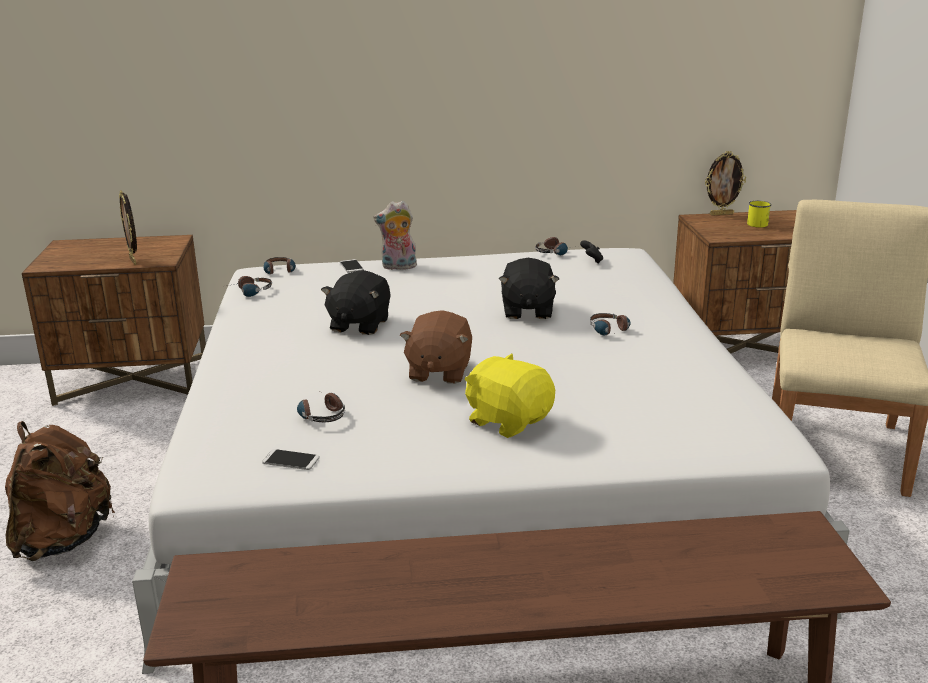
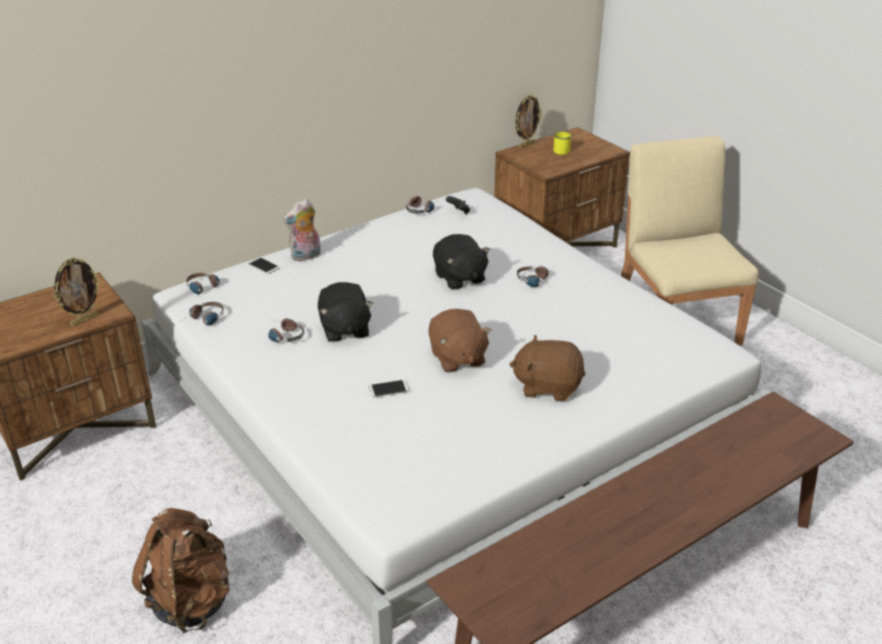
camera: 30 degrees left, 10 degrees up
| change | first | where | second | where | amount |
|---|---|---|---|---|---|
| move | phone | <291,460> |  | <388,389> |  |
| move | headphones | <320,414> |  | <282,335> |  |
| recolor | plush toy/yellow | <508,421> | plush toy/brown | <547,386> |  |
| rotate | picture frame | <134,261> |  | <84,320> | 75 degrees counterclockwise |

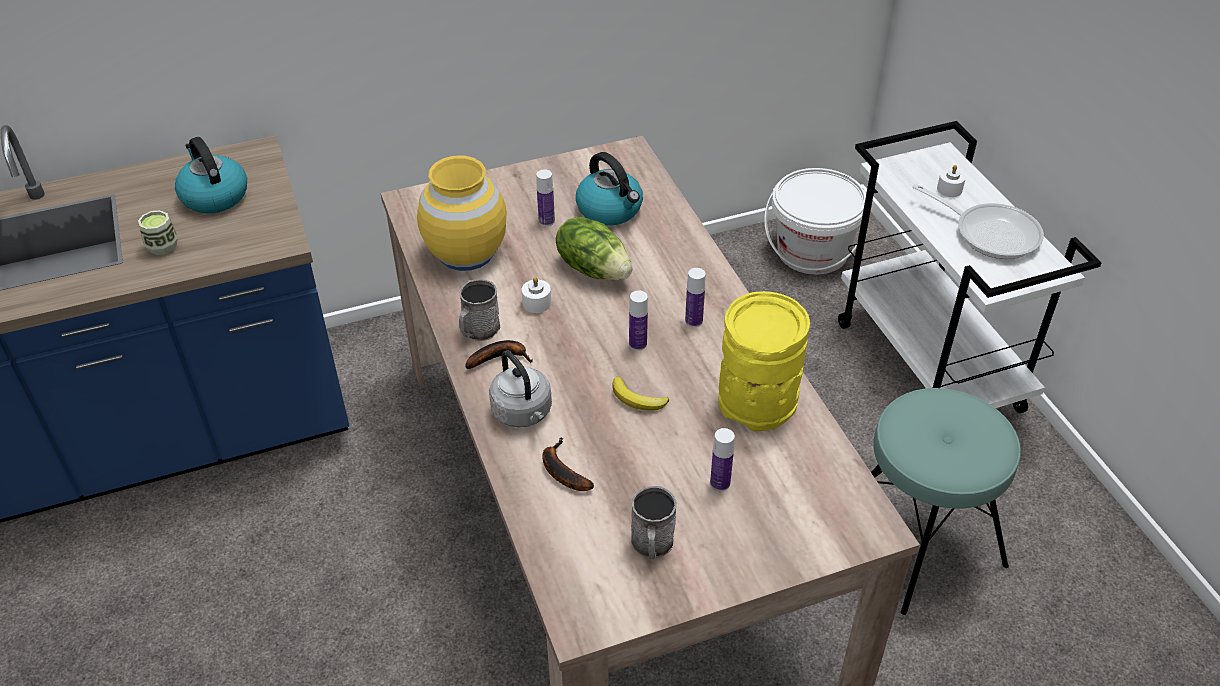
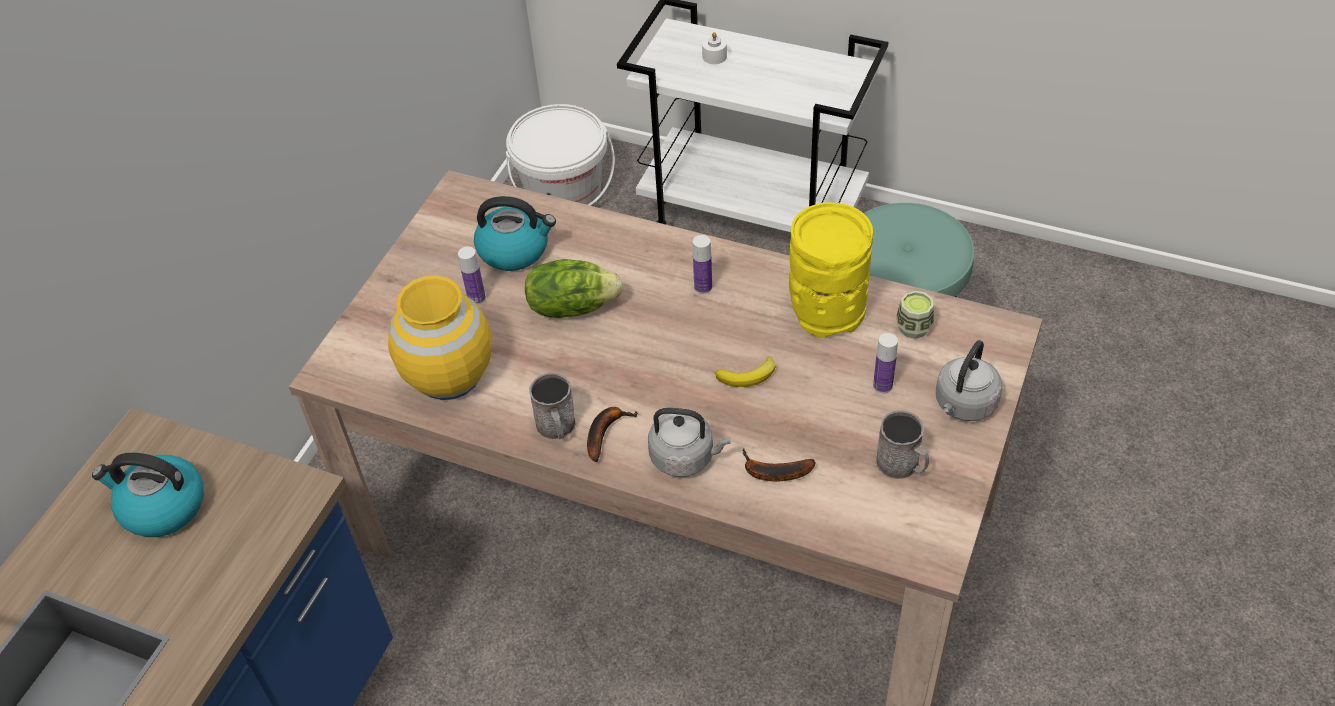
camera: 45 degrees left, 5 degrees up
| change | first | where | second | where | amount |
|---|---|---|---|---|---|
| delete | candle/white | <536,303> |  |  |  |
| delete | bottle | <638,344> |  |  |  |
| delete | frying pan | <990,233> |  |  |  |
| insert |  |  | kettle/grey | <964,405> |  |
| move | cup | <163,246> |  | <913,327> |  |

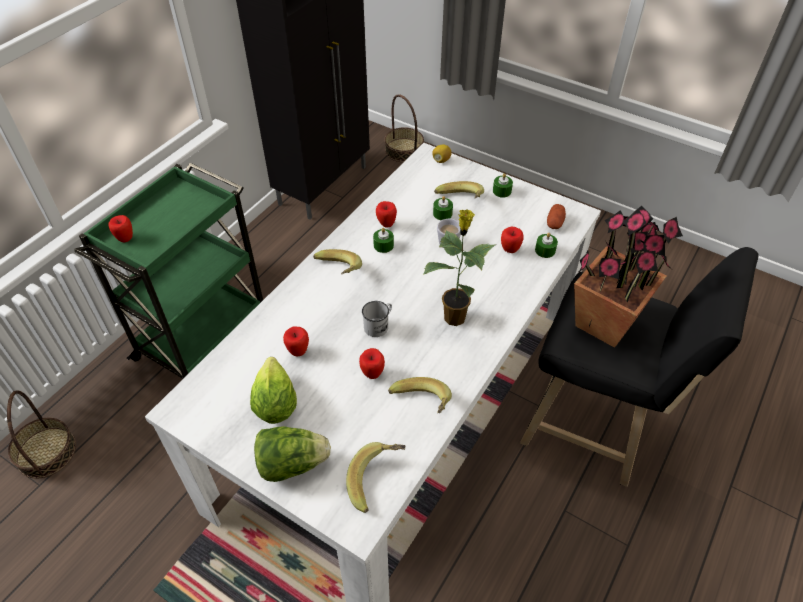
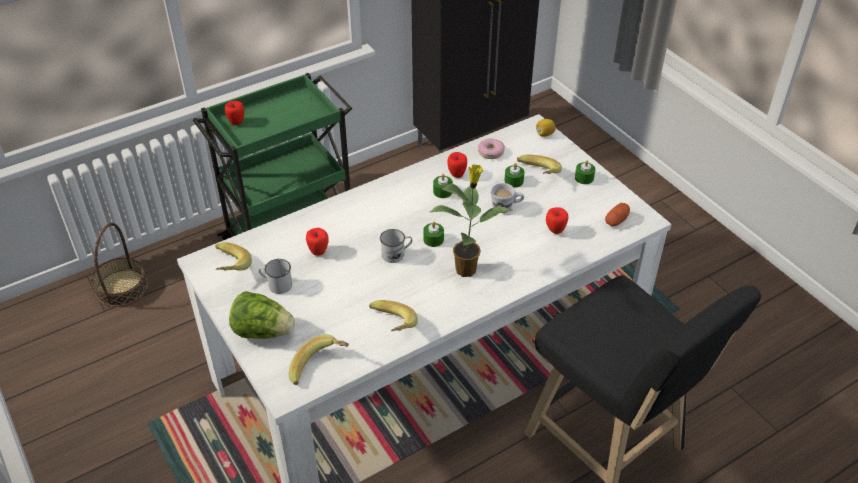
camera: 25 degrees right, 5 degrees down
| change | first | where | second | where | amount |
|---|---|---|---|---|---|
| delete | apple | <372,373> |  |  |  |
| delete | basket | <404,150> |  |  |  |
| delete | potted plant | <605,322> |  |  |  |
| insert |  |  | donut | <491,152> |  |
| move | banana | <337,273> |  | <228,268> |  |
| move | candle/green | <545,250> |  | <433,239> |  |
| replace | lettuce | <275,404> | mug/white | <276,284> |  |

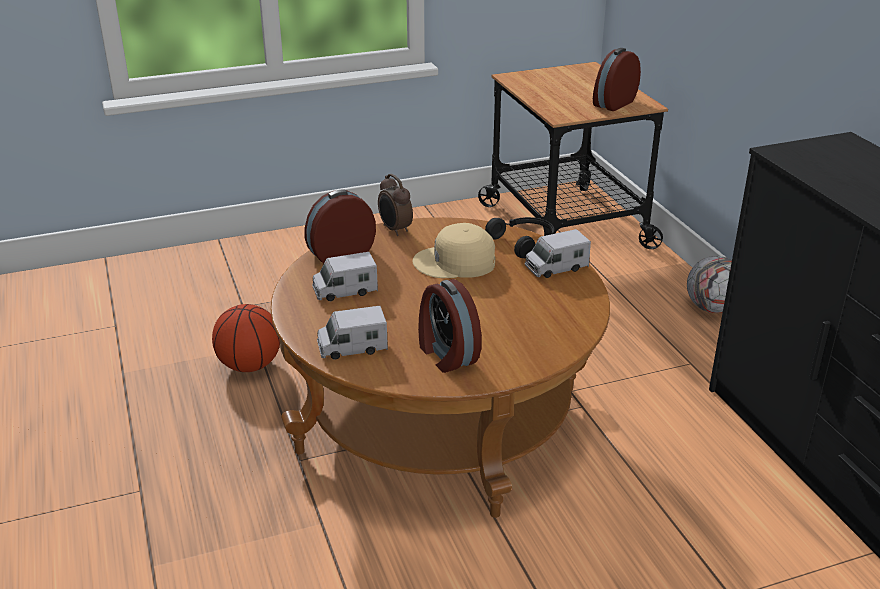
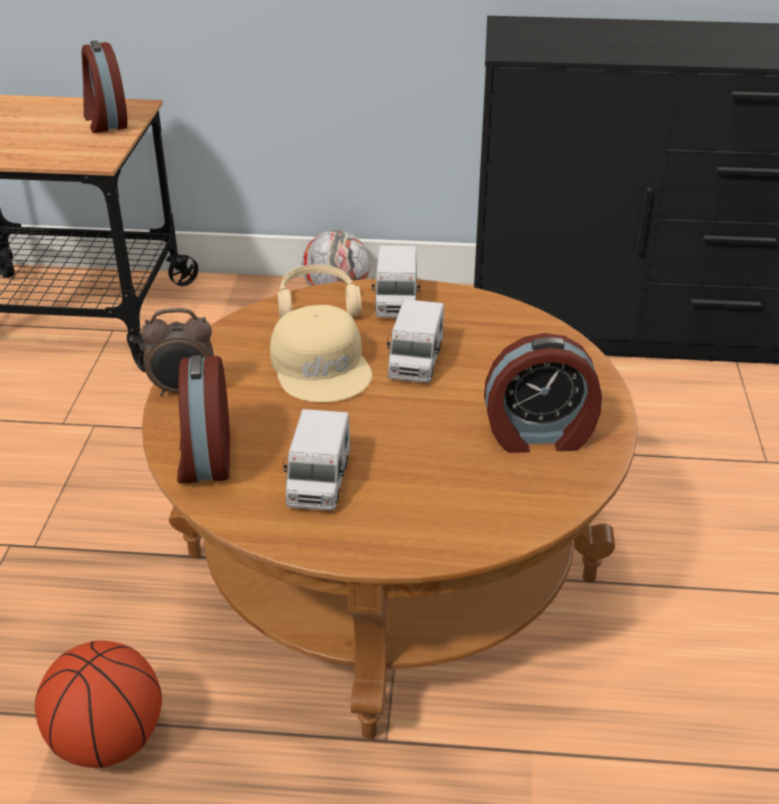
camera: 65 degrees left, 5 degrees up
| change | first | where | second | where | amount |
|---|---|---|---|---|---|
| move | toy truck | <352,347> |  | <415,360> |  |
| recolor | headphones/black | <524,242> | headphones/beige | <317,302> |  |
| rotate | cap/beige | <455,263> |  | <322,366> | 45 degrees counterclockwise |

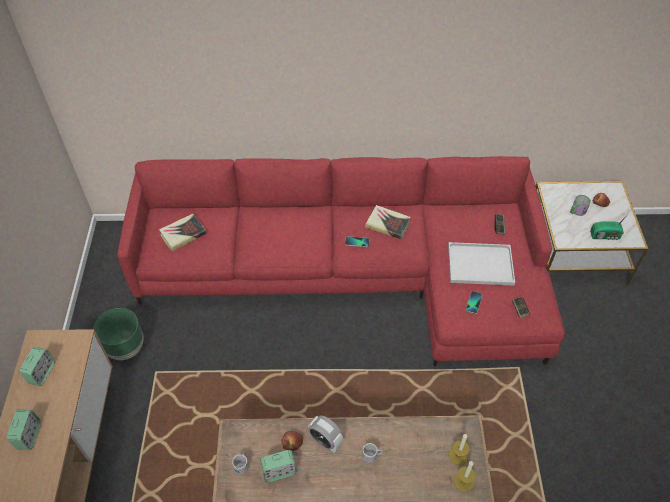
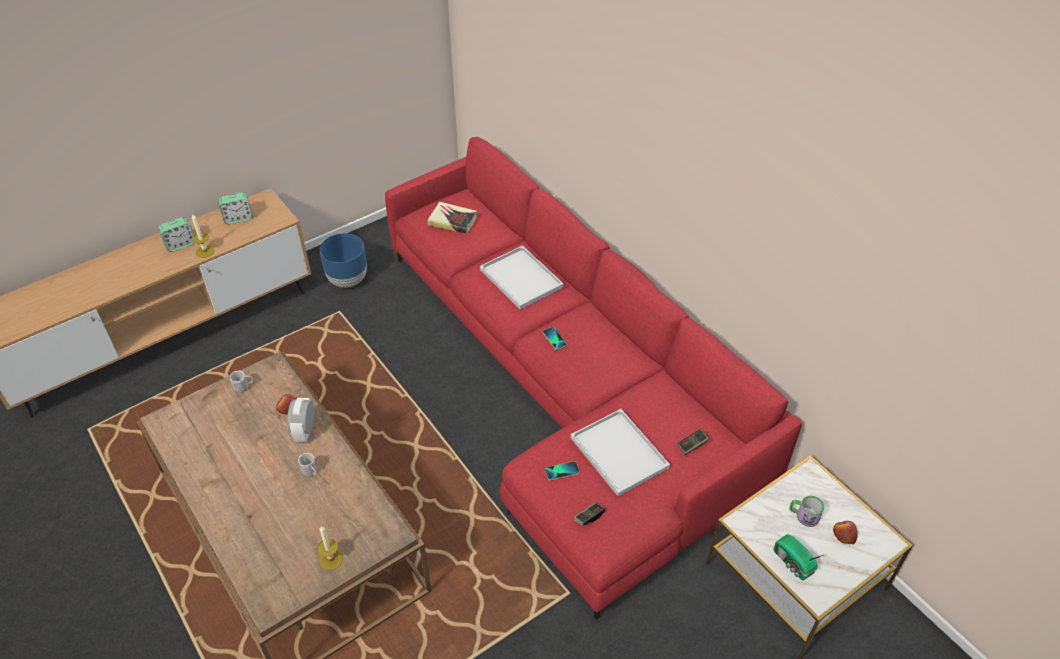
camera: 55 degrees right, 5 degrees down
| change | first | where | second | where | amount |
|---|---|---|---|---|---|
| delete | alarm clock | <279,471> |  |  |  |
| delete | book | <387,224> |  |  |  |
| insert |  |  | tray/white | <519,278> |  |
| move | candle | <458,455> |  | <205,251> |  |
| recolor | planter/green | <126,348> | planter/blue | <348,280> |  |

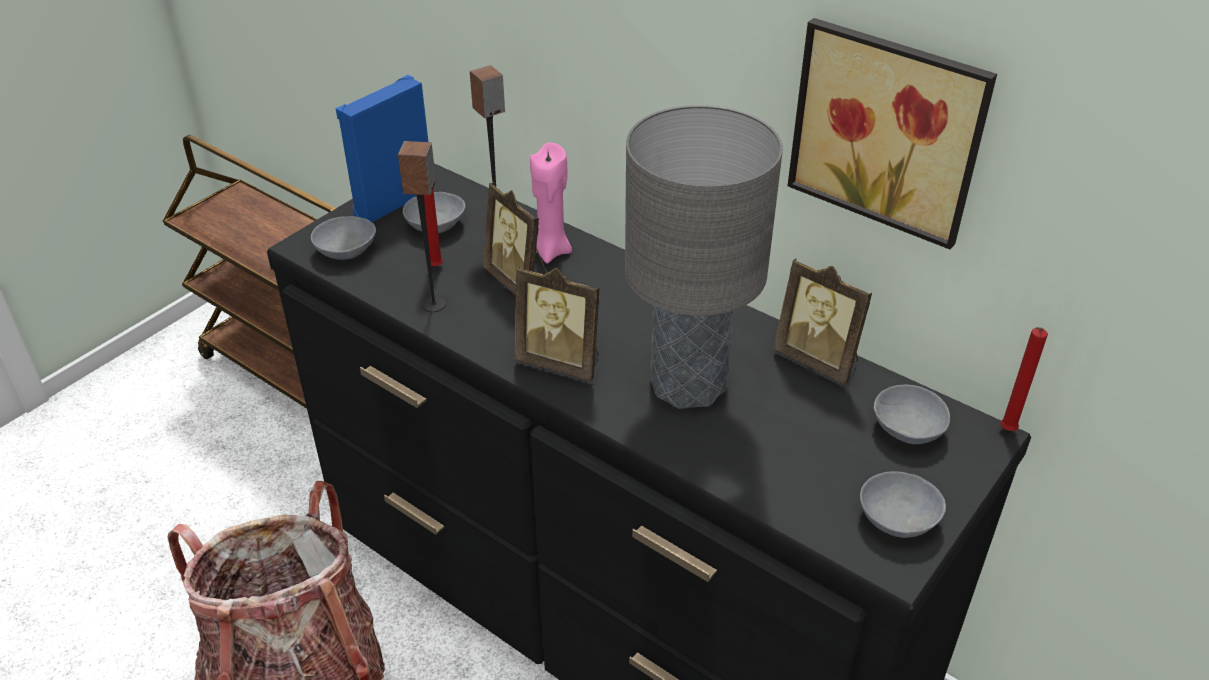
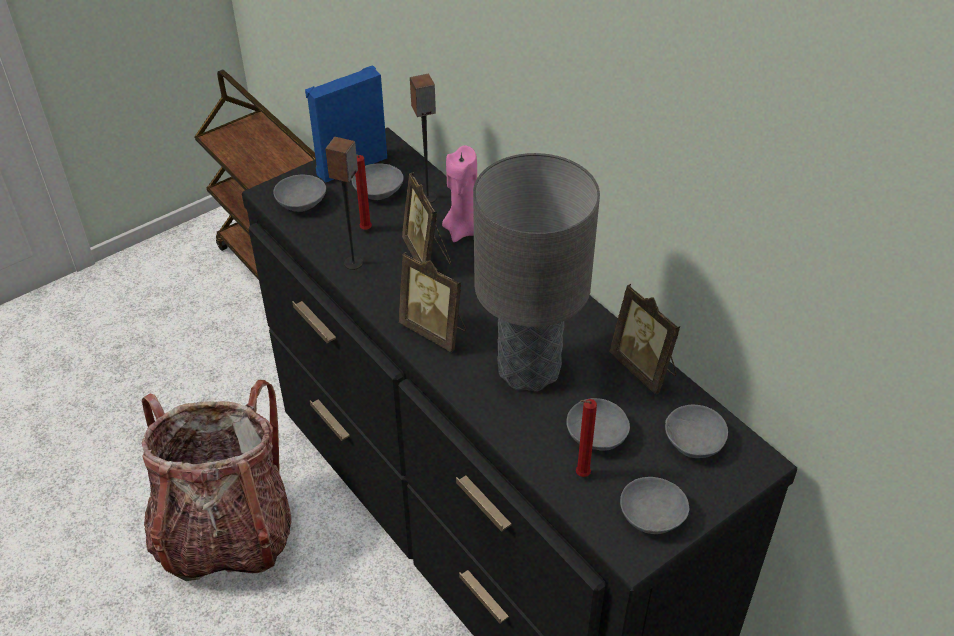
camera: 15 degrees right, 5 degrees up
| change | first | where | second | where | amount |
|---|---|---|---|---|---|
| delete | picture | <889,129> |  |  |  |
| insert |  |  | bowl/grey | <598,435> |  |
| move | candle/red | <1006,431> |  | <580,475> |  |

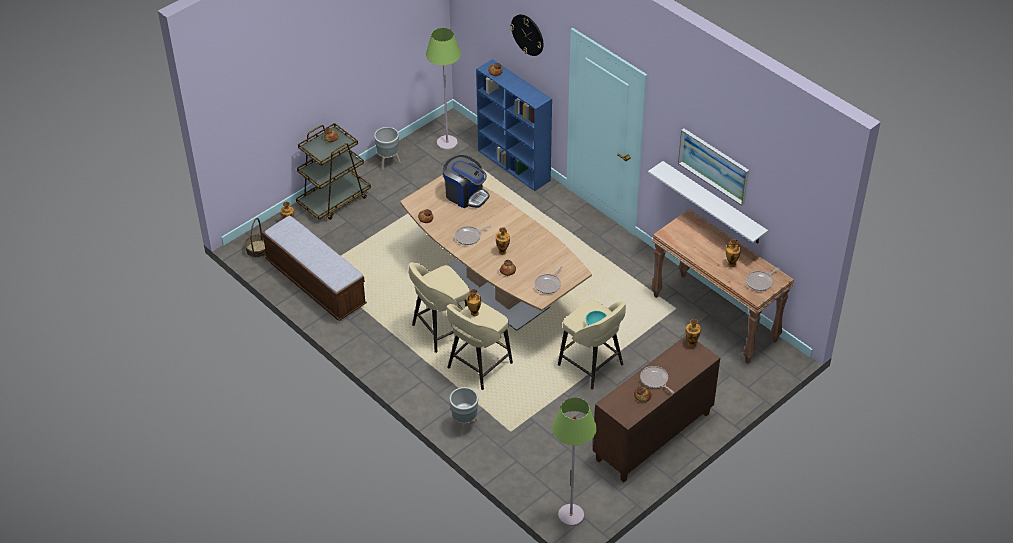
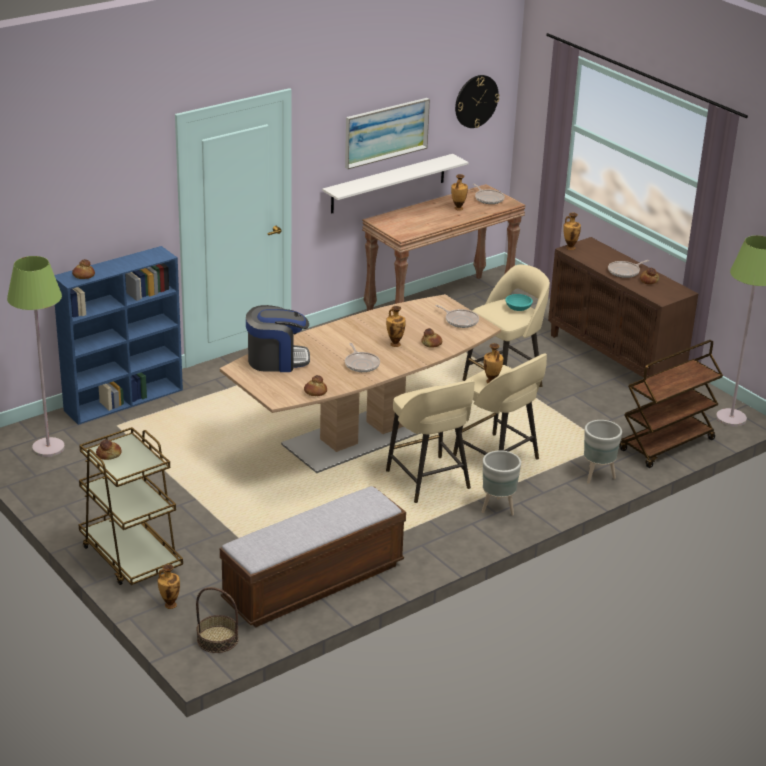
camera: 85 degrees left, 15 degrees down
| change | first | where | second | where | amount |
|---|---|---|---|---|---|
| insert |  |  | cart/brown | <666,445> |  |
| move | planter/grey | <388,162> |  | <498,508> |  |
| move | wall clock | <527,34> |  | <476,101> |  |
| rotate | coffee machine | <465,195> |  | <277,360> | 45 degrees clockwise |

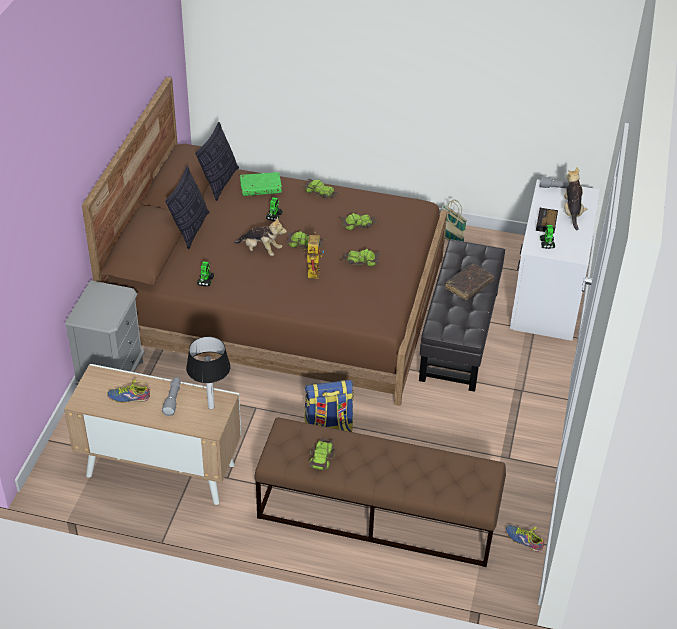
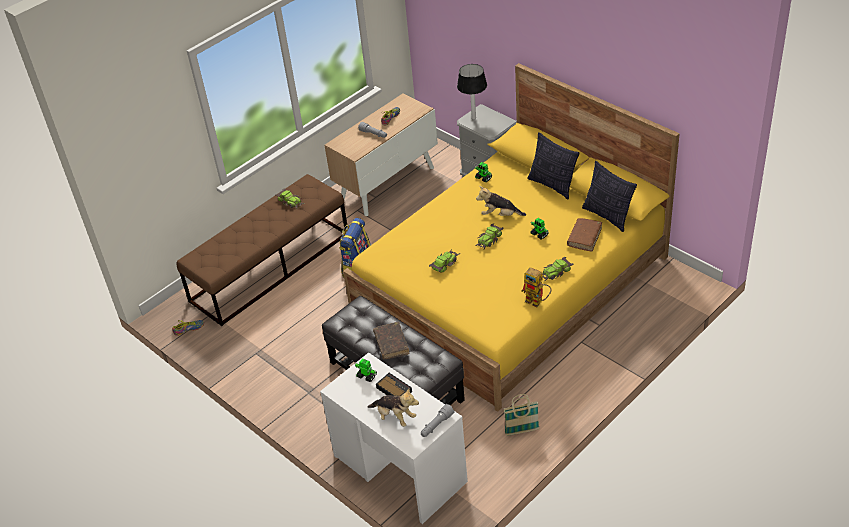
camera: 125 degrees right, 0 degrees up
| change | first | where | second | where | amount |
|---|---|---|---|---|---|
| delete | toy car | <359,224> |  |  |  |
| move | table lamp | <210,407> |  | <474,118> |  |
| move | toy robot | <312,270> |  | <537,302> |  |
| recolor | bed/brown | <279,301> | bed/yellow | <512,285> |  |
| recolor | book/green | <260,188> | book/brown | <584,238> |  |
| rotate | plush toy | <261,250> |  | <500,215> | 45 degrees clockwise |

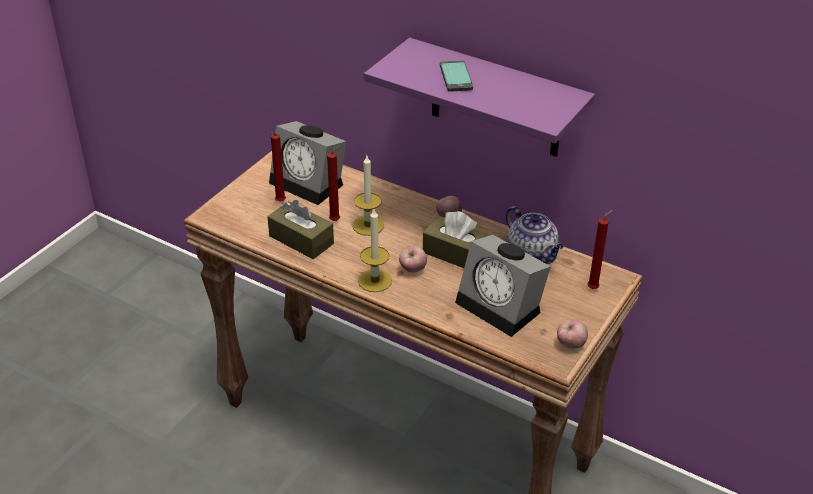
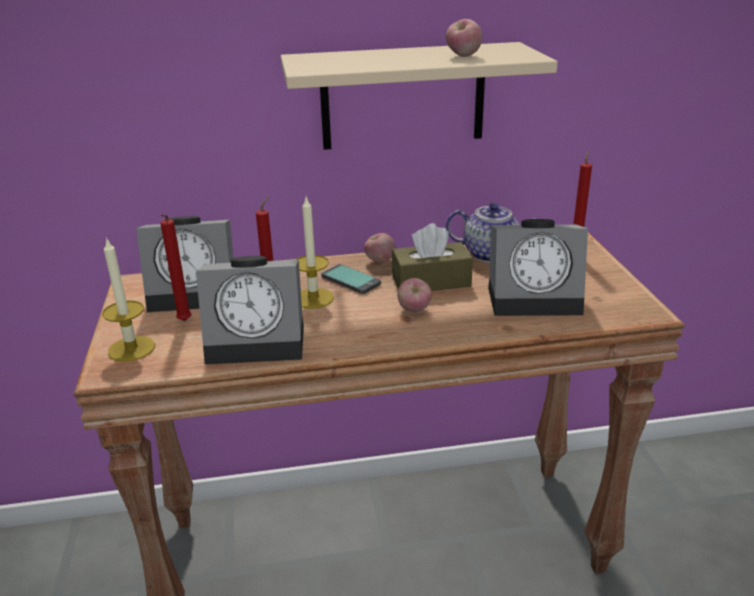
camera: 40 degrees left, 10 degrees down
| change | first | where | second | where | amount |
|---|---|---|---|---|---|
| move | candle | <375,281> |  | <131,348> |  |
| move | phone | <456,77> |  | <351,280> |  |
| move | apple | <570,345> |  | <463,56> |  |
| replace | tissue box/brown | <301,240> | alarm clock | <260,341> |  |
| recolor | shelf/purple | <496,100> | shelf/beige | <403,97> |  |

